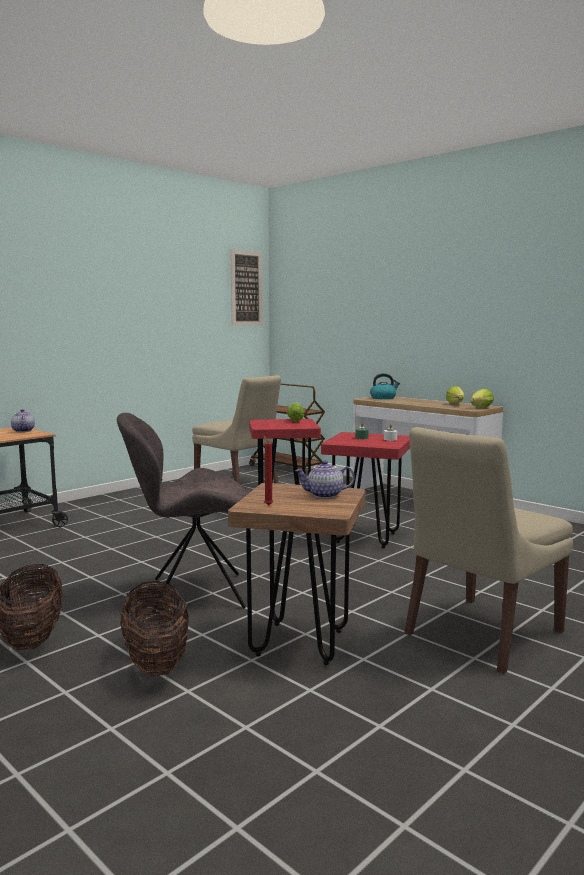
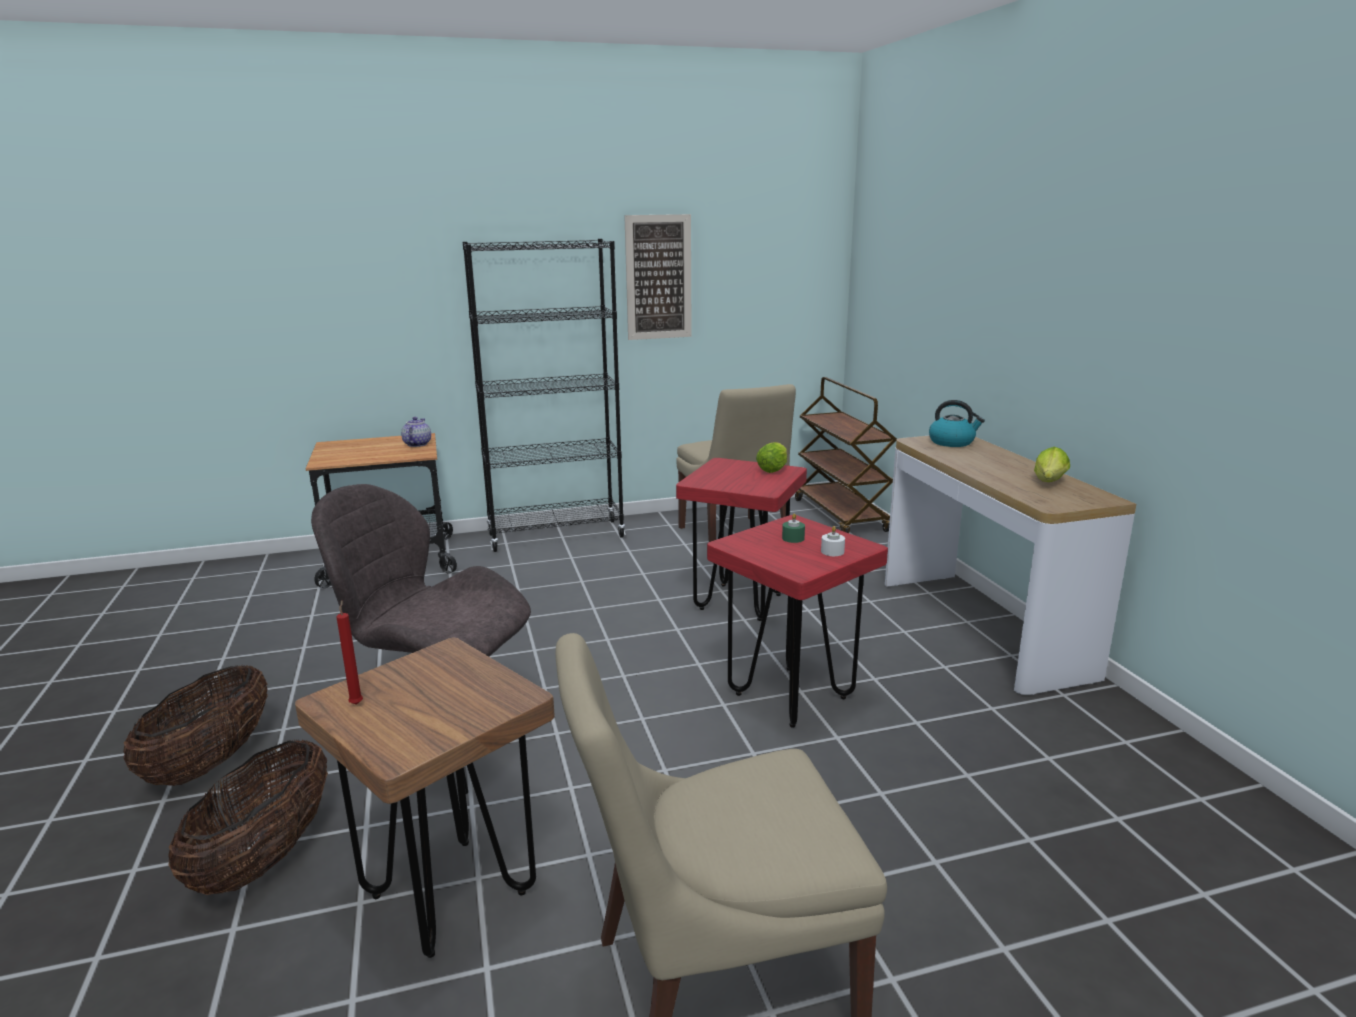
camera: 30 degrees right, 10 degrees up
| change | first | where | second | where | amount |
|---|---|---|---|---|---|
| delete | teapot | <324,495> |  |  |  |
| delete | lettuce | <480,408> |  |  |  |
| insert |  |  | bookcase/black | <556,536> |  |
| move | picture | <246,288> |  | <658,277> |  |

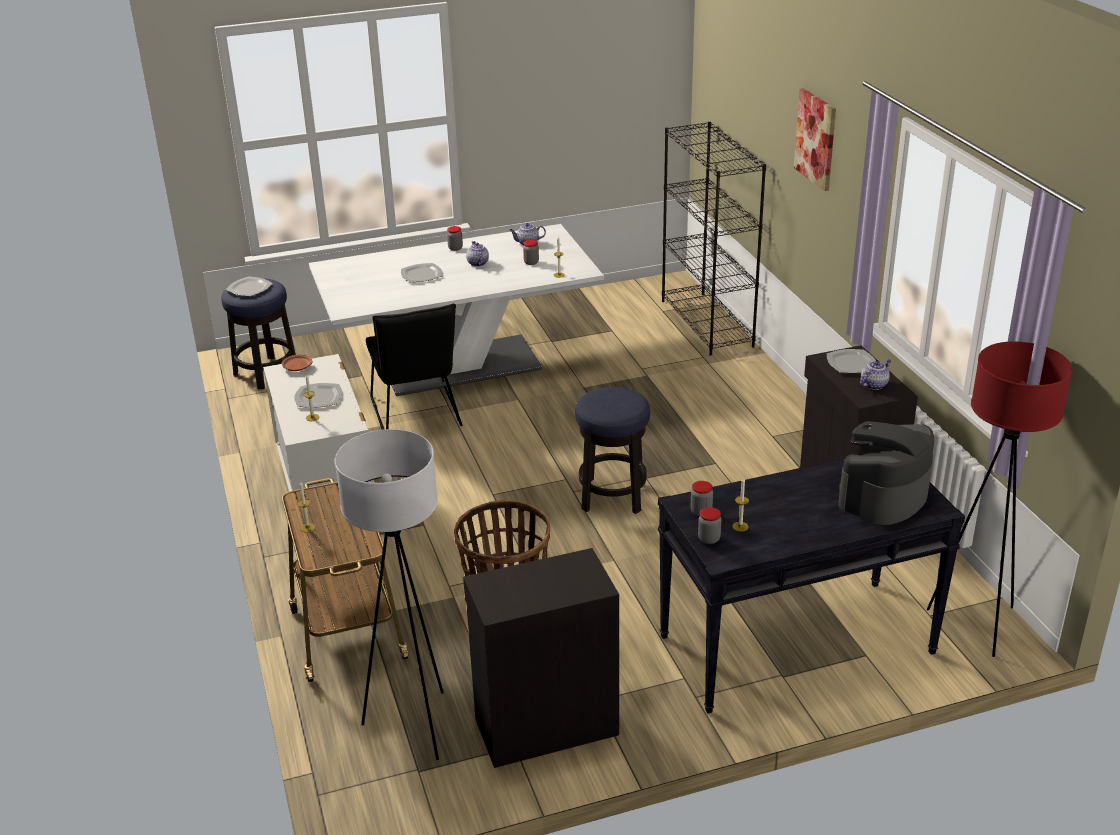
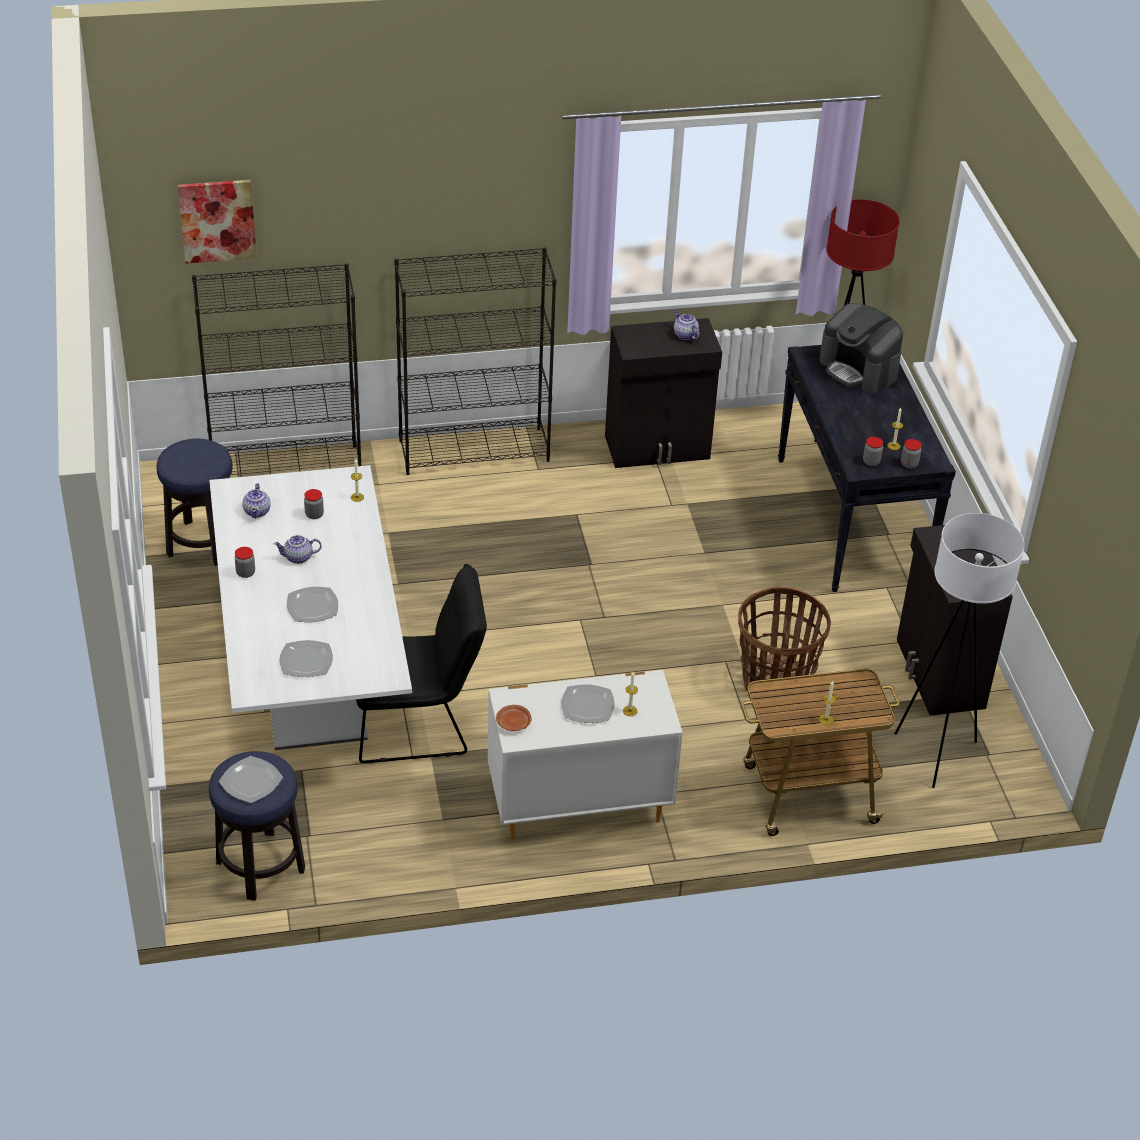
camera: 85 degrees left, 10 degrees up
| change | first | where | second | where | amount |
|---|---|---|---|---|---|
| insert |  |  | bookcase/black | <475,450> |  |
| move | stool | <612,496> |  | <203,543> |  |
| move | picture | <816,139> |  | <217,220> |  |
| move | plate | <851,363> |  | <306,661> |  |

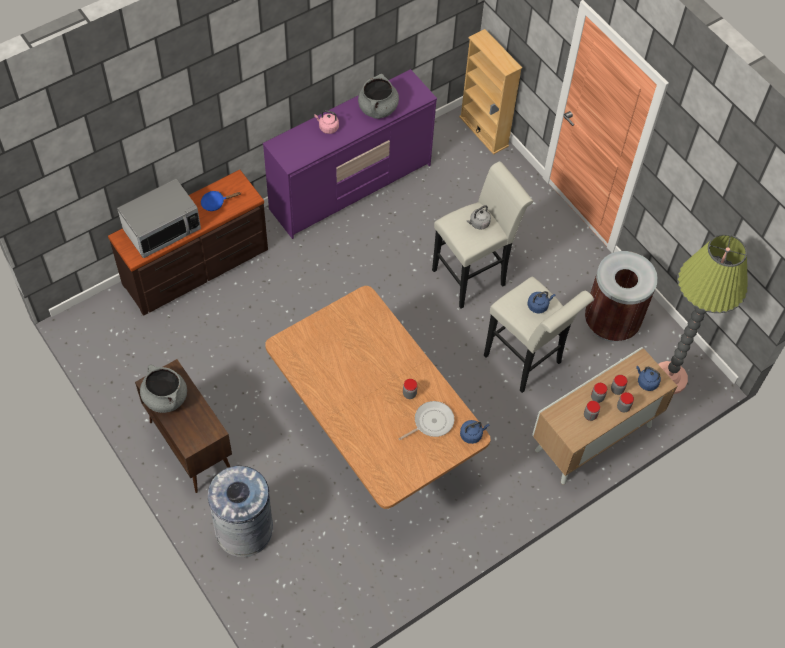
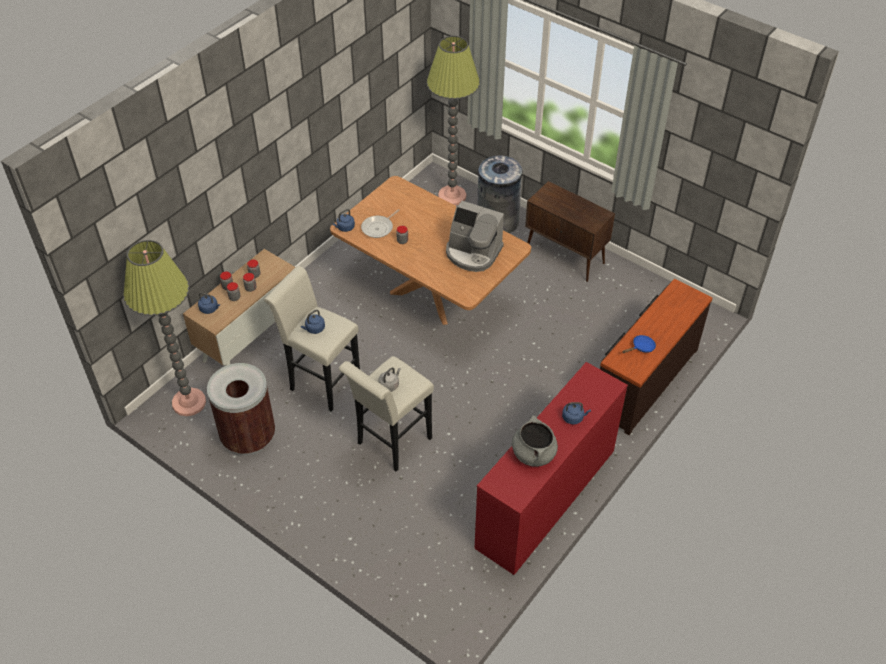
camera: 165 degrees right, 10 degrees down
| change | first | where | second | where | amount |
|---|---|---|---|---|---|
| delete | microwave | <162,229> |  |  |  |
| delete | cooking pot/grey | <165,398> |  |  |  |
| delete | bookcase/beige | <484,131> |  |  |  |
| insert |  |  | floor lamp | <452,196> |  |
| insert |  |  | coffee machine | <473,253> |  |
| recolor | dresser/purple | <351,187> | dresser/red | <545,499> |  |
| recolor | kettle/pink | <327,127> | kettle/blue | <574,418> |  |

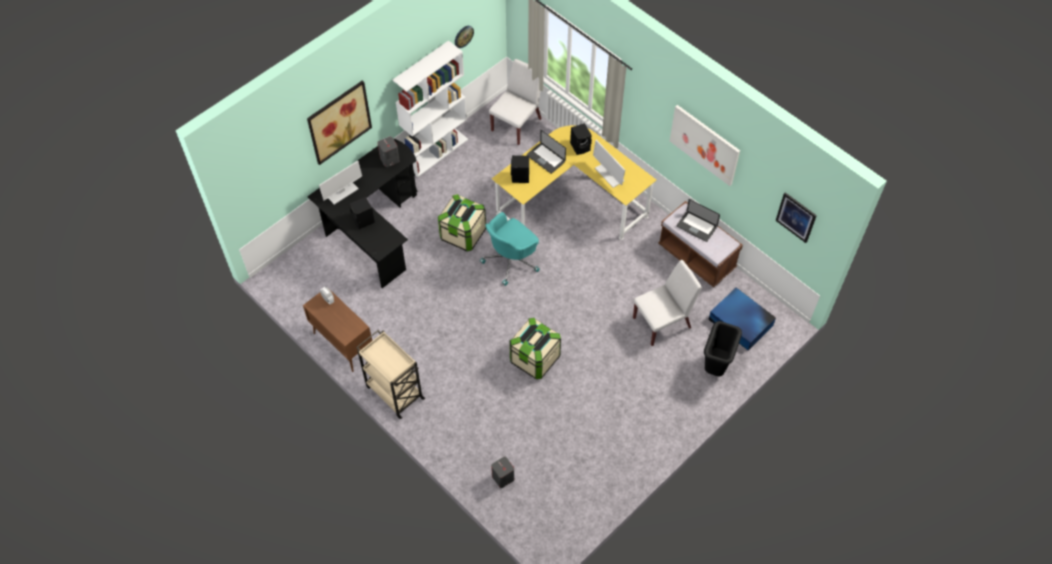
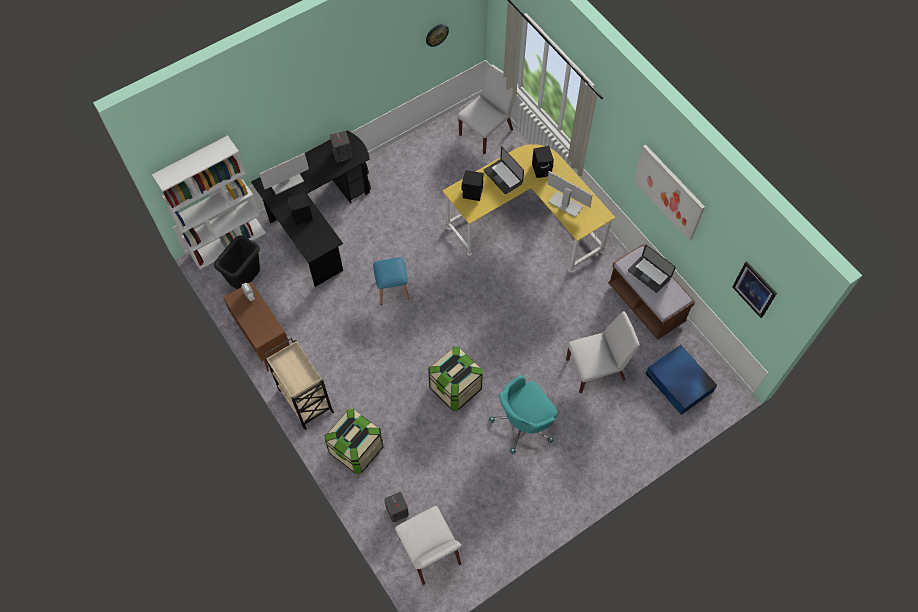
camera: 10 degrees right, 5 degrees up
| change | first | where | second | where | amount |
|---|---|---|---|---|---|
| delete | picture | <339,122> |  |  |  |
| insert |  |  | stool/blue | <392,289> |  |
| insert |  |  | chair/white | <430,552> |  |
| move | bookcase/white | <436,152> |  | <228,243> |  |
| move | storage box | <463,234> |  | <356,449> |  |
| move | office chair/turquoise | <511,260> |  | <523,423> |  |
| move | trash can/black | <716,366> |  | <246,280> |  |
| rotate | monitor | <609,174> |  | <566,204> | 150 degrees clockwise |

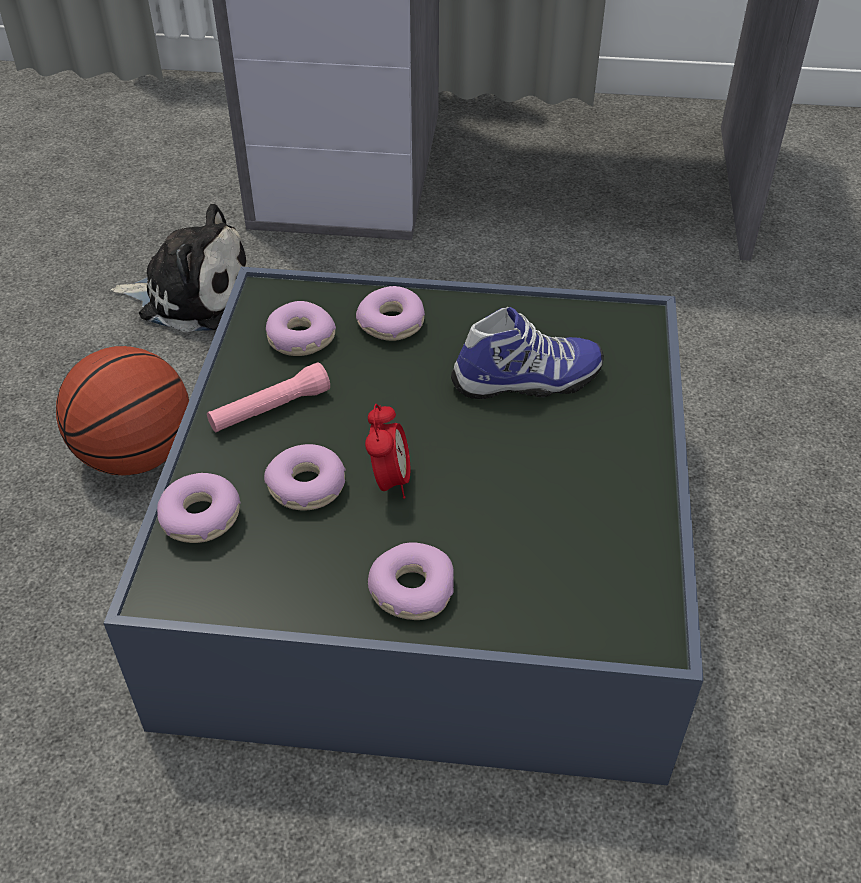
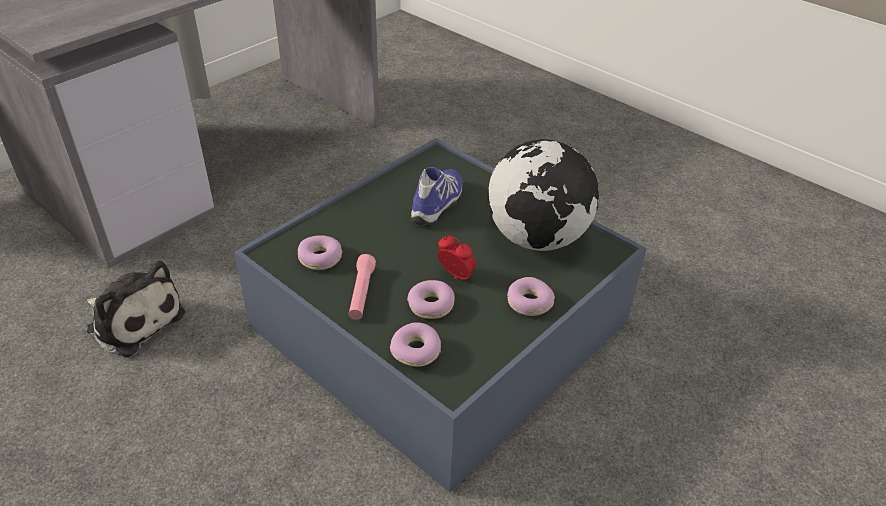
camera: 55 degrees left, 5 degrees down
| change | first | where | second | where | amount |
|---|---|---|---|---|---|
| delete | basketball | <136,455> |  |  |  |
| delete | donut | <392,323> |  |  |  |
| insert |  |  | globe | <537,238> |  |
| rotate | plush toy | <190,295> |  | <133,320> | 75 degrees clockwise |

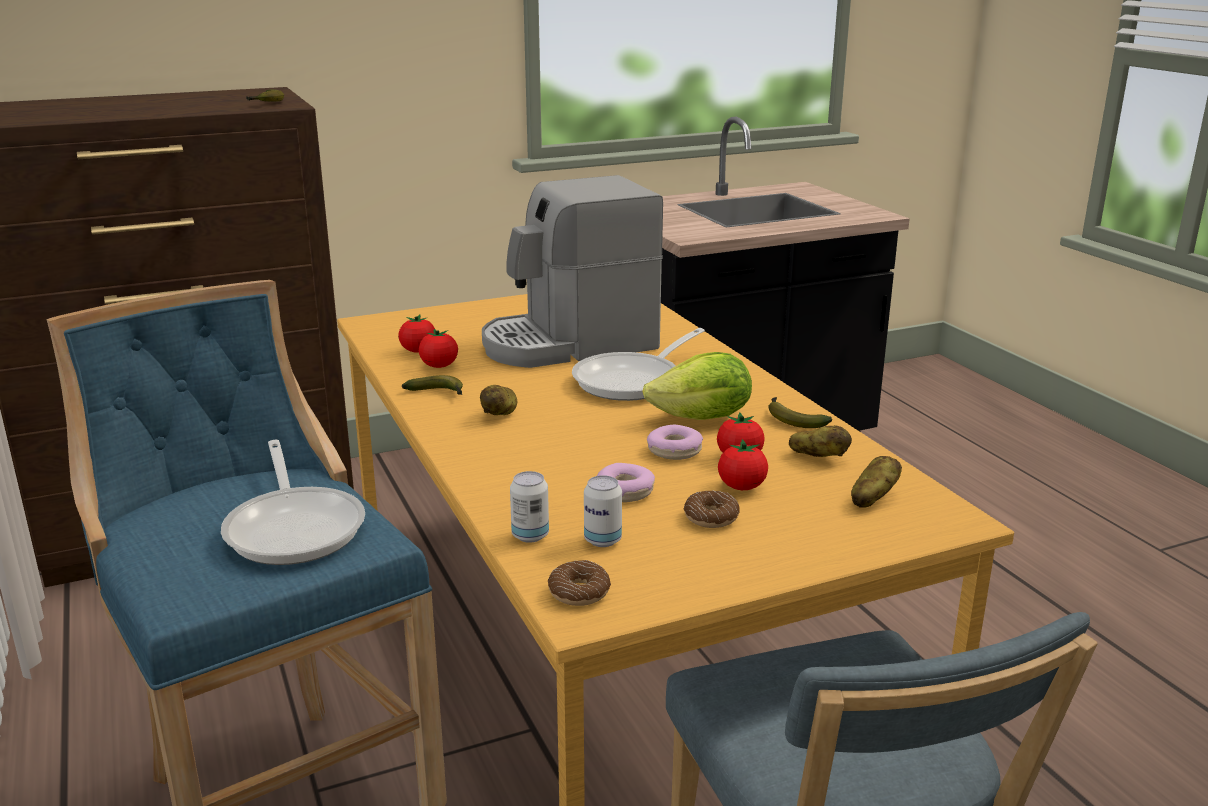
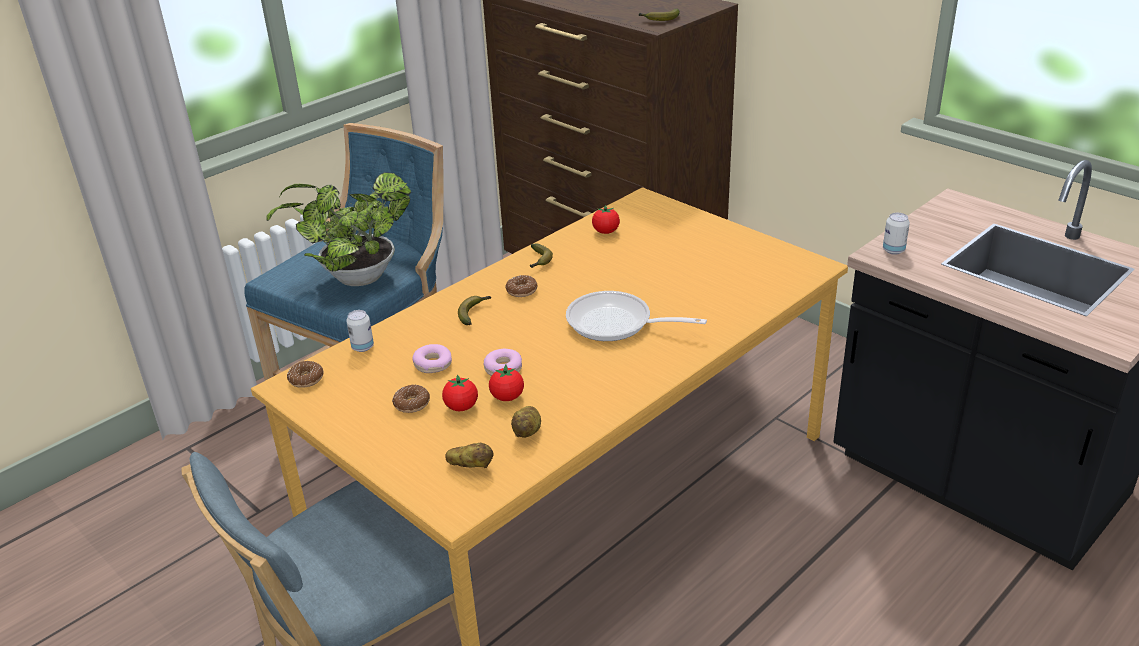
camera: 70 degrees right, 10 degrees up
| change | first | where | second | where | amount |
|---|---|---|---|---|---|
| delete | tomato | <439,366> |  |  |  |
| delete | coffee machine | <569,344> |  |  |  |
| delete | lettuce | <702,418> |  |  |  |
| move | can | <602,540> |  | <893,250> |  |
| move | banana | <792,419> |  | <474,313> |  |
| replace | frying pan | <295,527> | potted plant | <354,279> |  |
| replace | potato | <500,414> | donut | <521,291> |  |

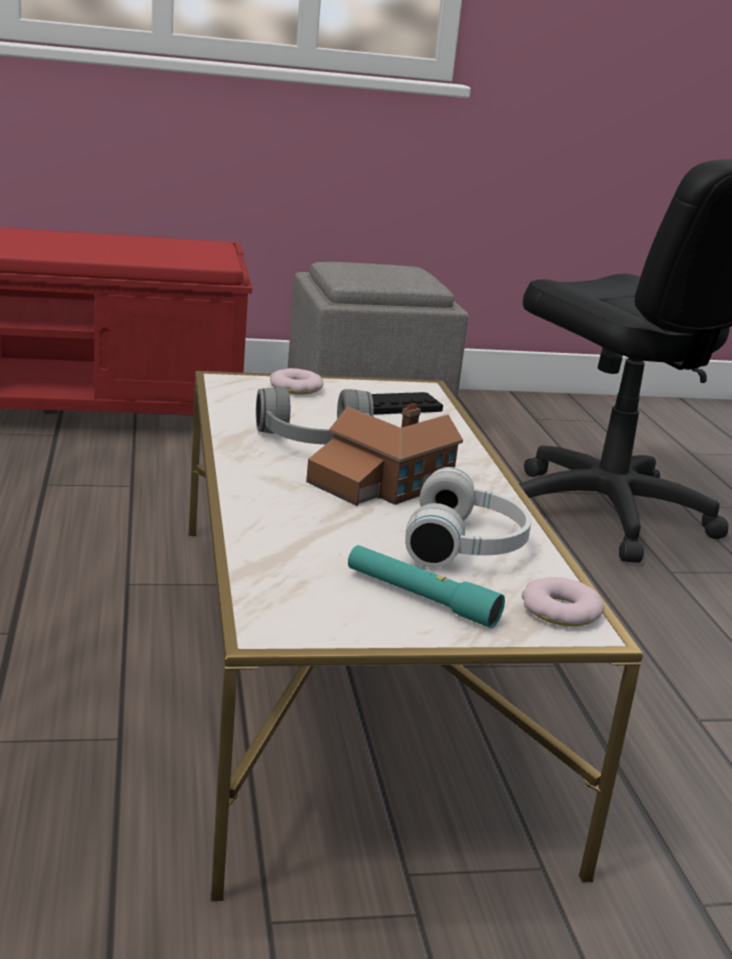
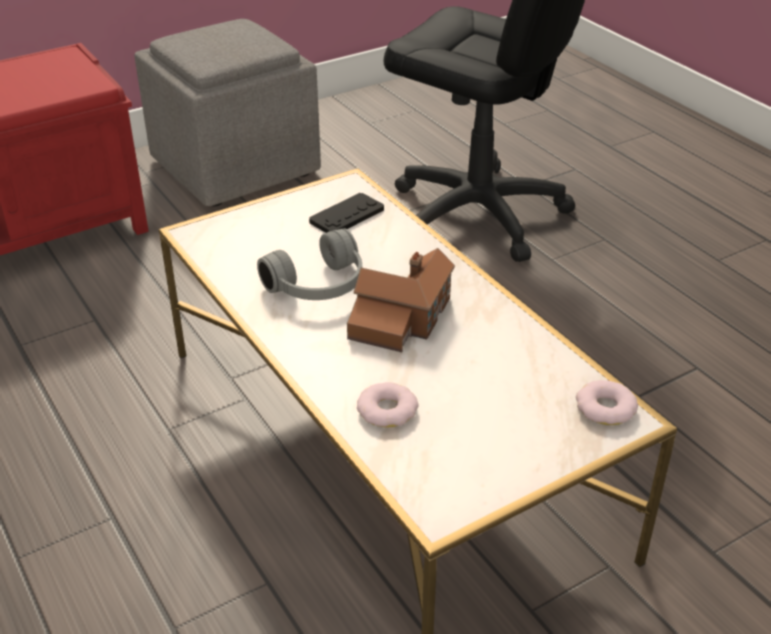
camera: 20 degrees left, 15 degrees up
| change | first | where | second | where | amount |
|---|---|---|---|---|---|
| delete | flashlight/turquoise | <420,598> |  |  |  |
| delete | headphones/white | <467,545> |  |  |  |
| move | donut | <296,388> |  | <387,410> |  |

